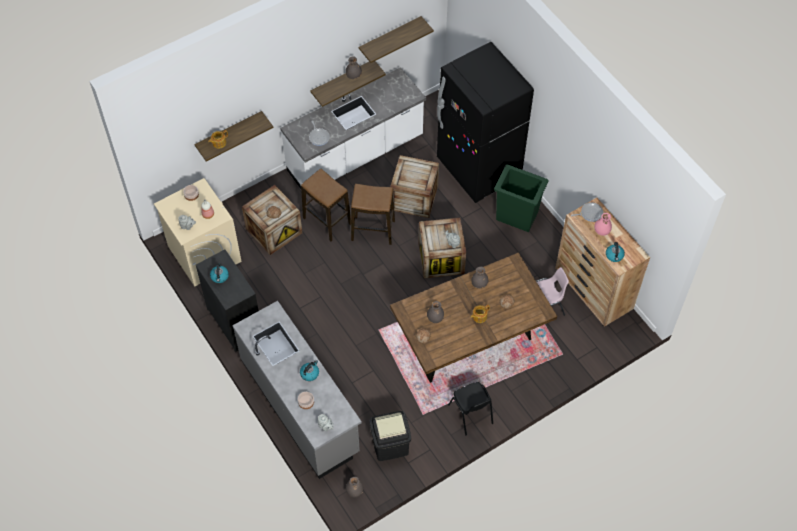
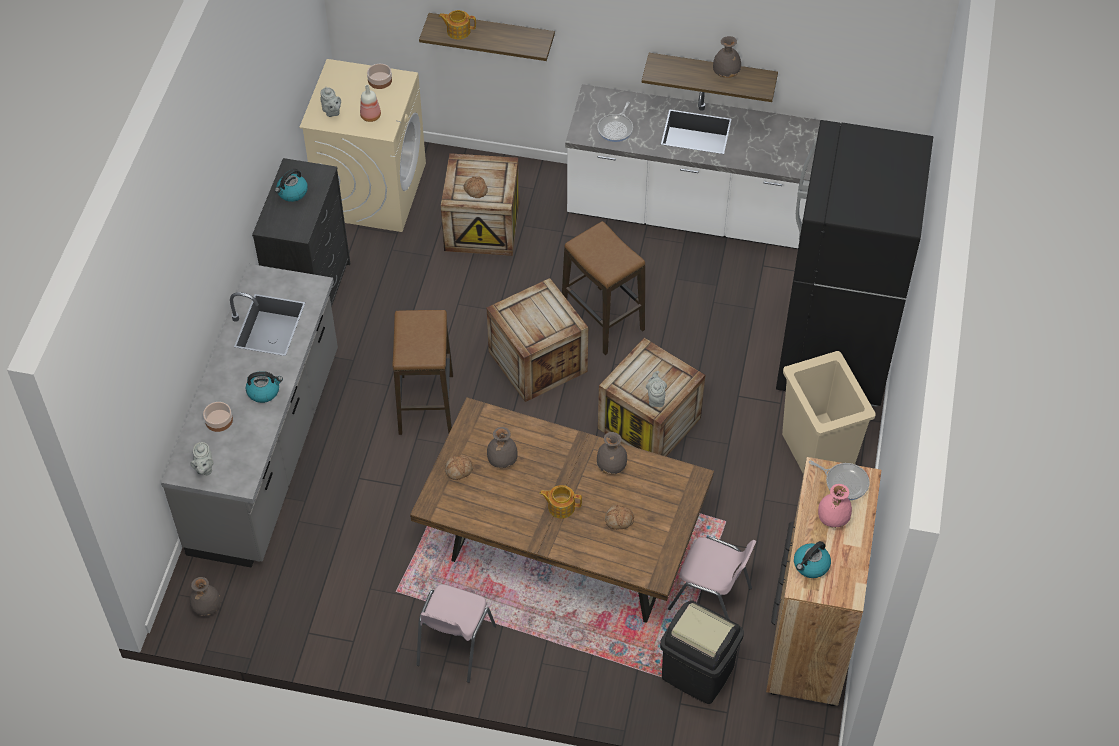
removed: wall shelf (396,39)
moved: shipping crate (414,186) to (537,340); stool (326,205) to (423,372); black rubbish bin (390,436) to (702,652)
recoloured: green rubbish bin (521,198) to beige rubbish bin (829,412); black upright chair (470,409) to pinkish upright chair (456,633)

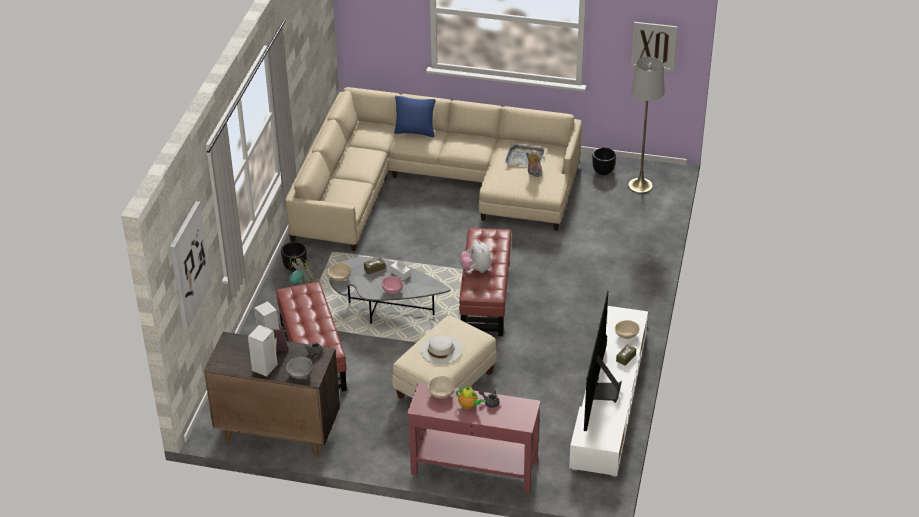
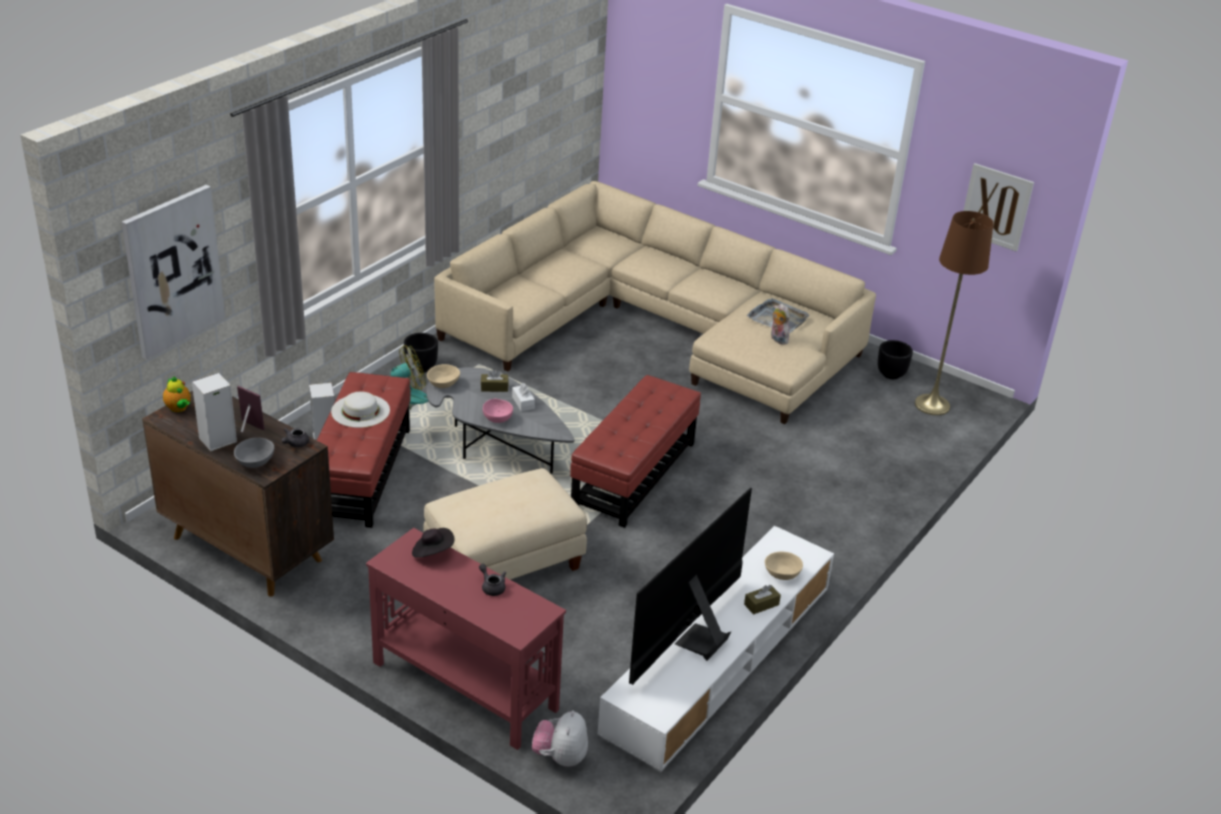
removed: bluish cushion (414,116)
moved: soft toy (476,256) to (560,738); whitish wearable hat (441,349) to (360,410); teapot (471,397) to (177,394)
replaced: beige bowl (441,387) to black wearable hat (433,543)
recoloured: grey standard lamp (646,125) to brown-coloured standard lamp (954,313)

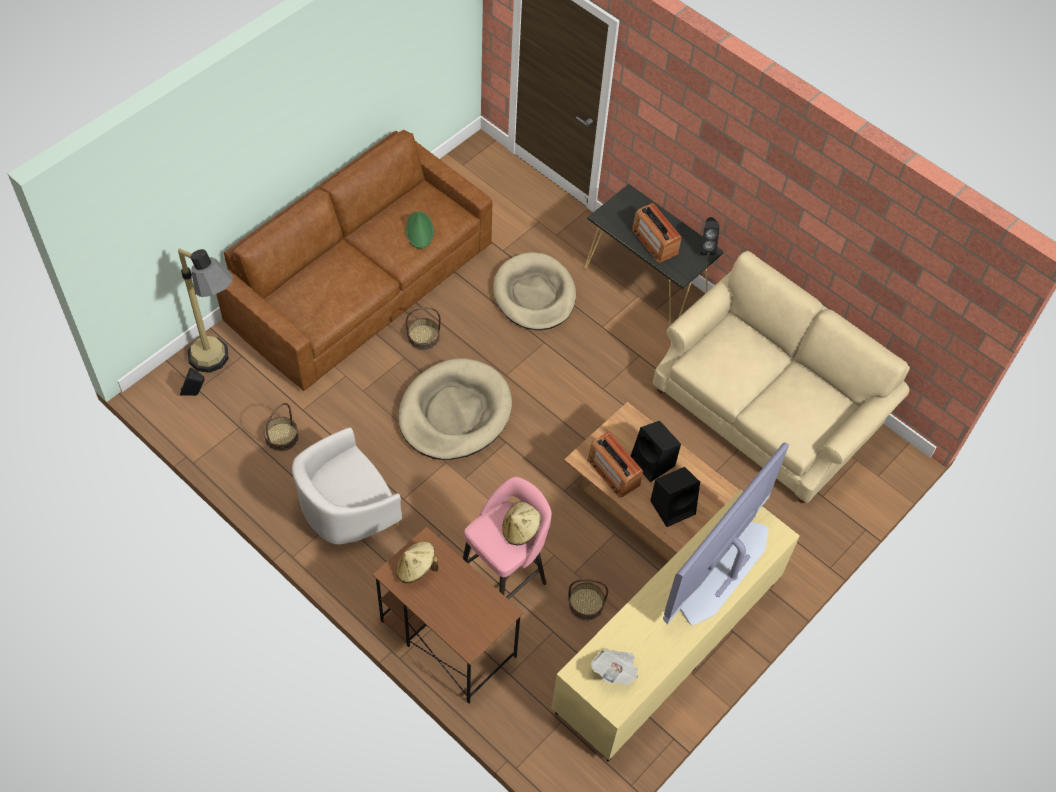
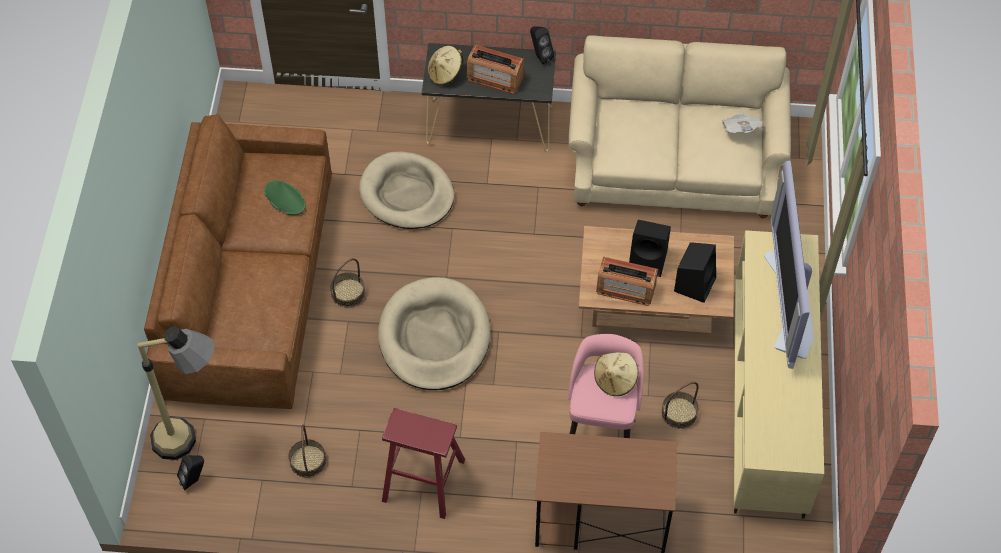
moved: beige wearable hat (417,562) to (445,65); newspaper (614,666) to (742,123)
replaced: whitish lounge chair (347,487) to red-coloured stool (423,463)

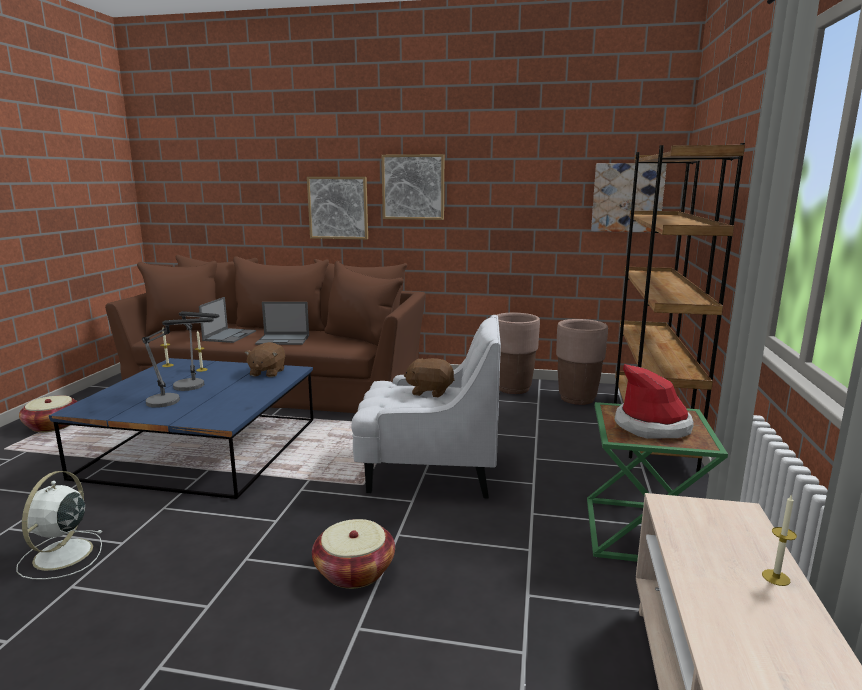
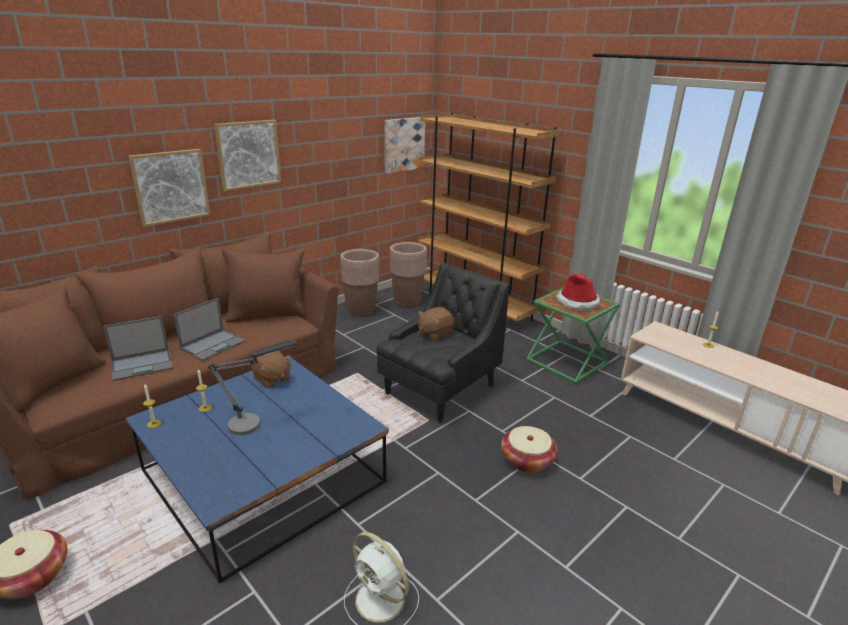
removed: tabletop lamp (178,363)
recoloured: whitish lounge chair (426,406) to black lounge chair (443,343)
turned: portable computer (227,320) = (138,348) 105 degrees clockwise

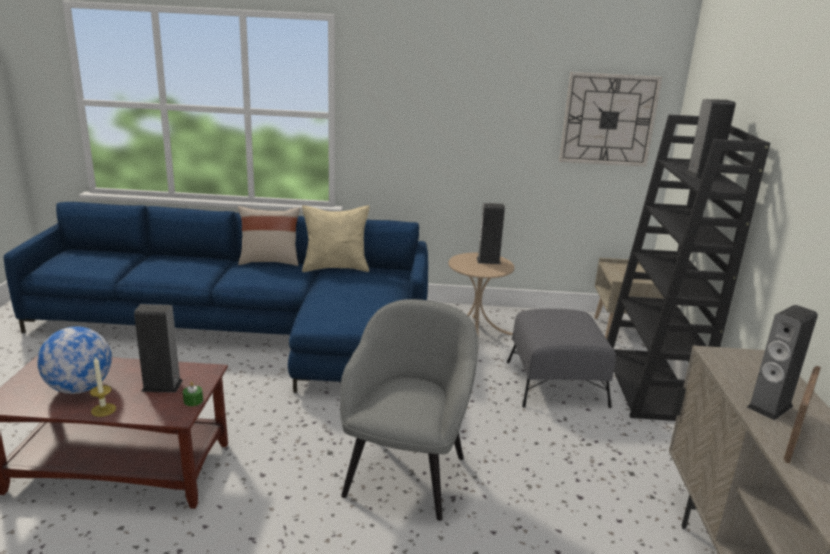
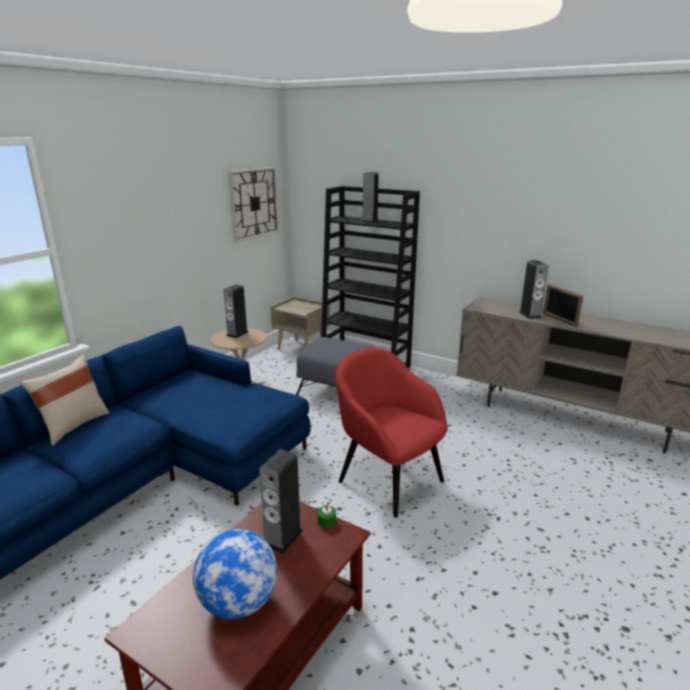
removed: beige cushion (335,238); wax candle (103,386)
recoloured: grey lounge chair (409,410) to red-coloured lounge chair (391,432)

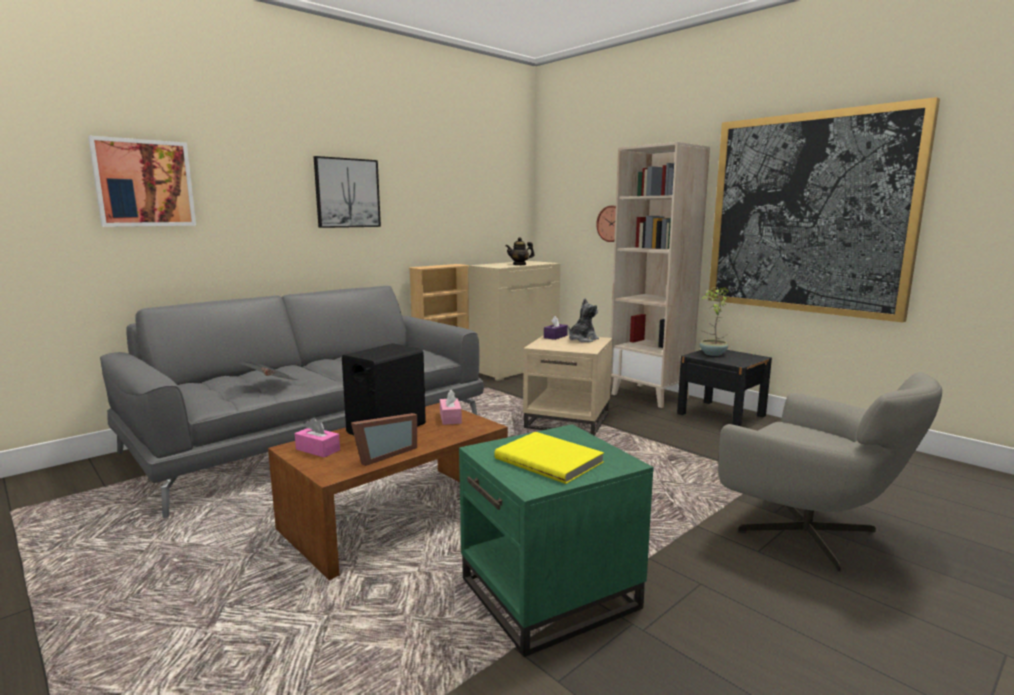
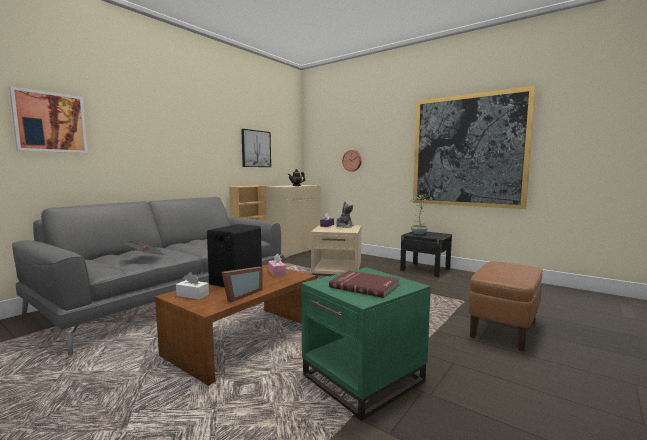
removed: beige bookshelf (660,275)
moved: picture (347,192) to (256,148)
replaced: grey lounge chair (830,472) to brown-coloured ottoman (505,306)
recoloured: pinkish box of tissues (317,437) to whitish box of tissues (192,285); yellowish book (549,458) to red-coloured book (364,284)

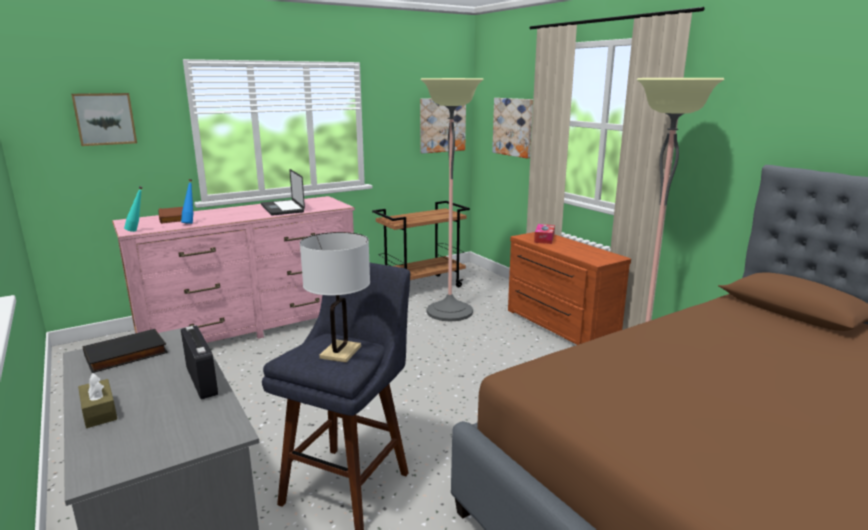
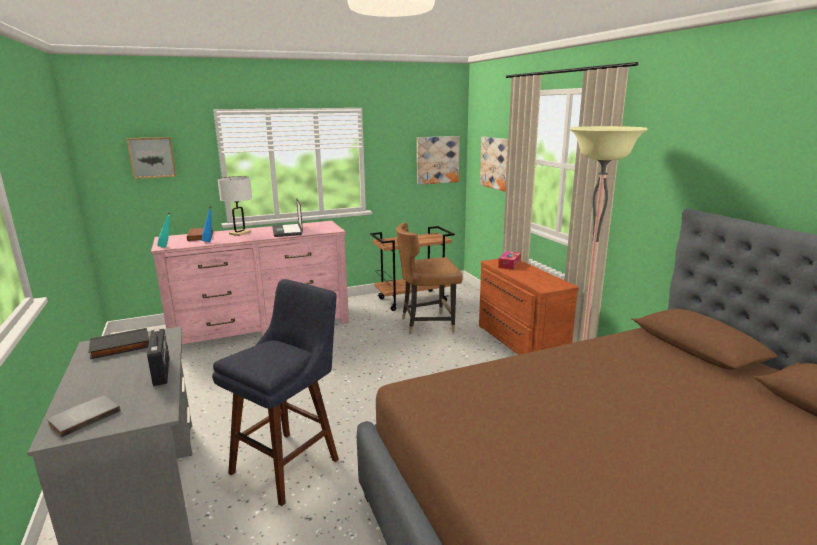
removed: brown-coloured box of tissues (97,400)
added: grey book (84,416)
moved: whitish tabletop lamp (335,297) to (235,206)
replaced: standard lamp (452,200) to brown-coloured upright chair (429,278)

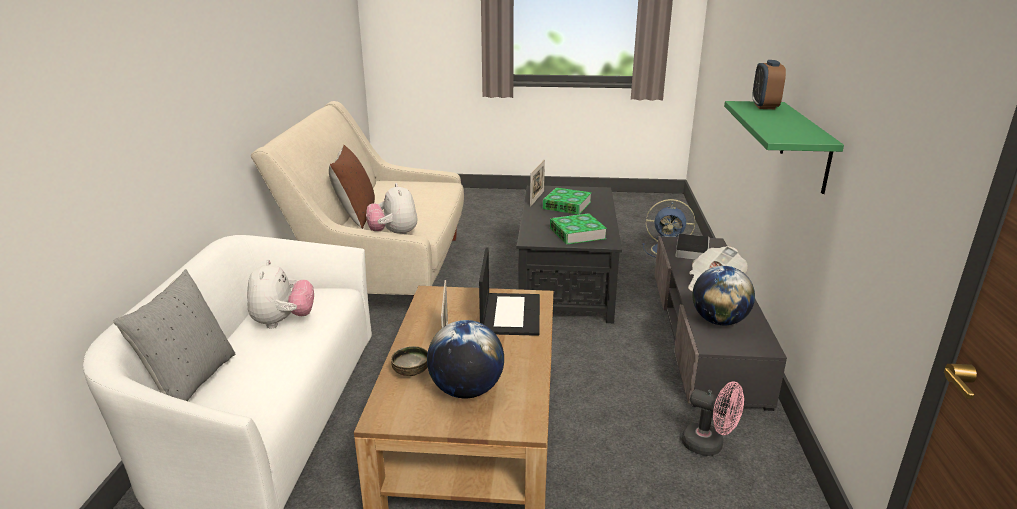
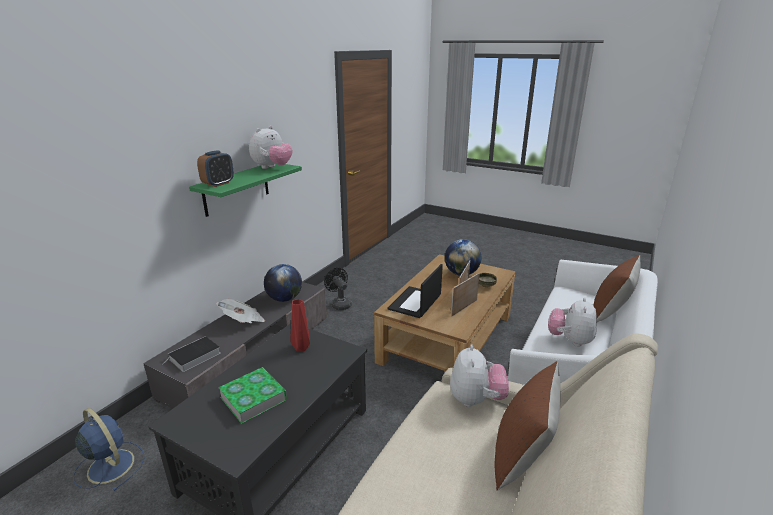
added: soft toy (271,147)
moved: photo frame (537,182) to (465,295)
replaced: book (578,228) to red-coloured decorative vase (300,325)
recoloured: grey cushion (174,335) to brown-coloured cushion (617,288); pinkish electric fan (713,418) to black electric fan (338,289)

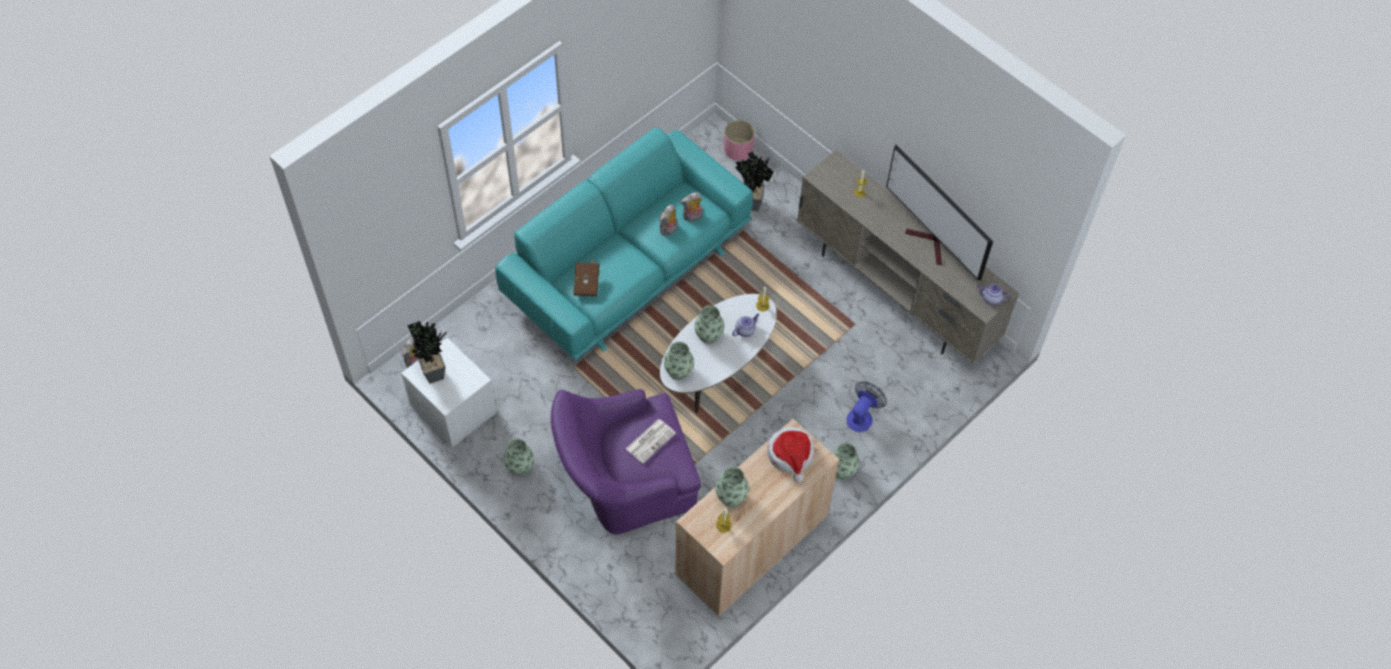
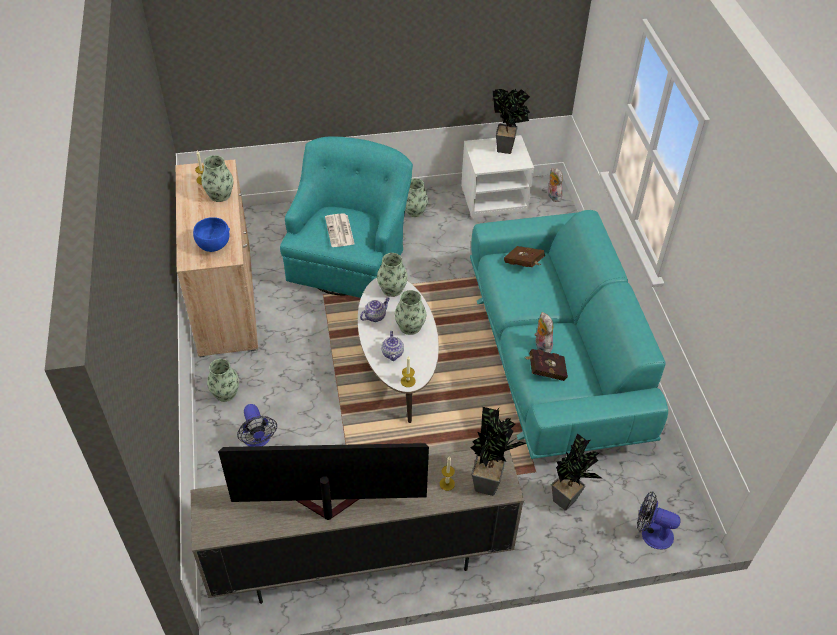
added: potted plant (498,451)
moved: teapot (994,294) to (375,310)
replaced: pinkish planter (739,140) to electric fan (659,520); soft toy (691,207) to red-coloured book (546,365); wearable hat (790,455) to bluish bowl (211,234)
recoloured: purplish lounge chair (626,461) to turquoise lounge chair (346,217)

